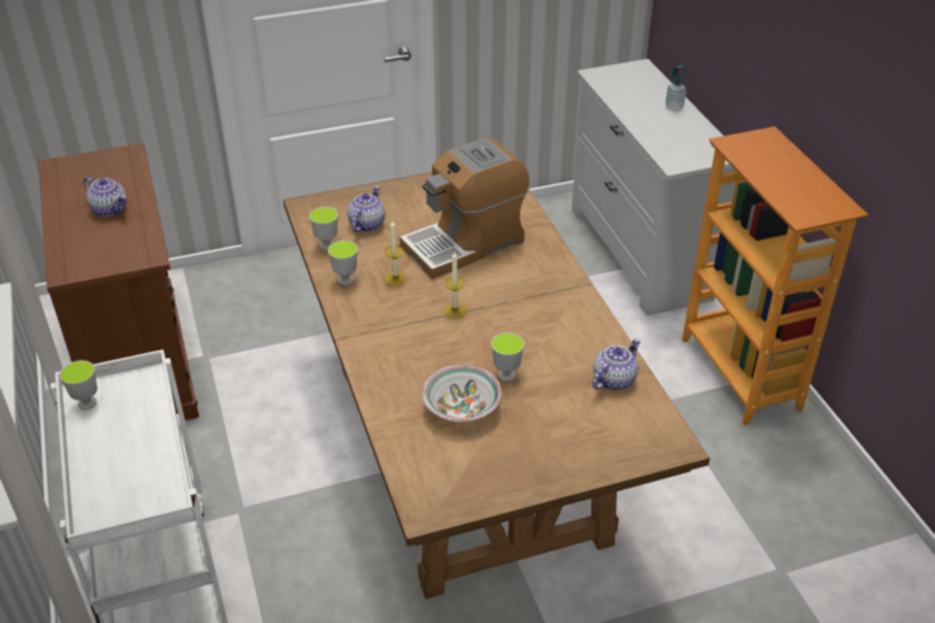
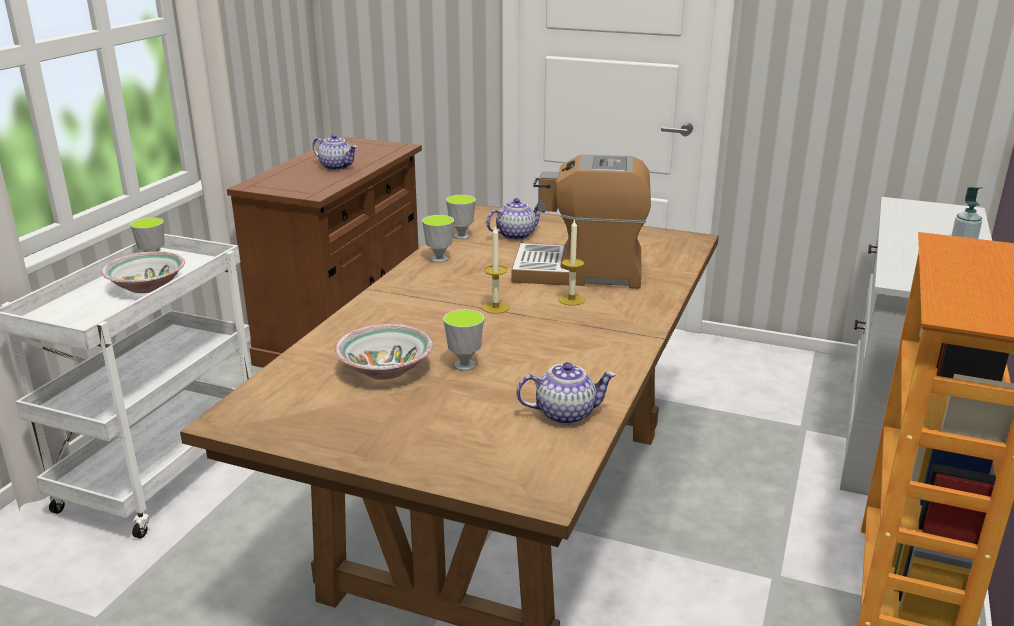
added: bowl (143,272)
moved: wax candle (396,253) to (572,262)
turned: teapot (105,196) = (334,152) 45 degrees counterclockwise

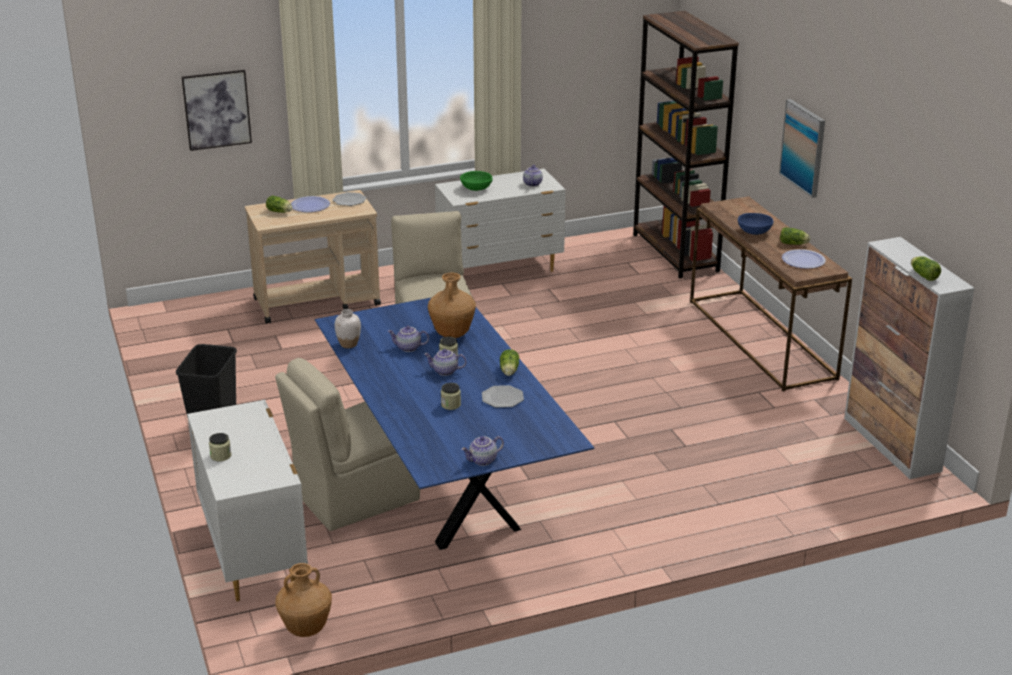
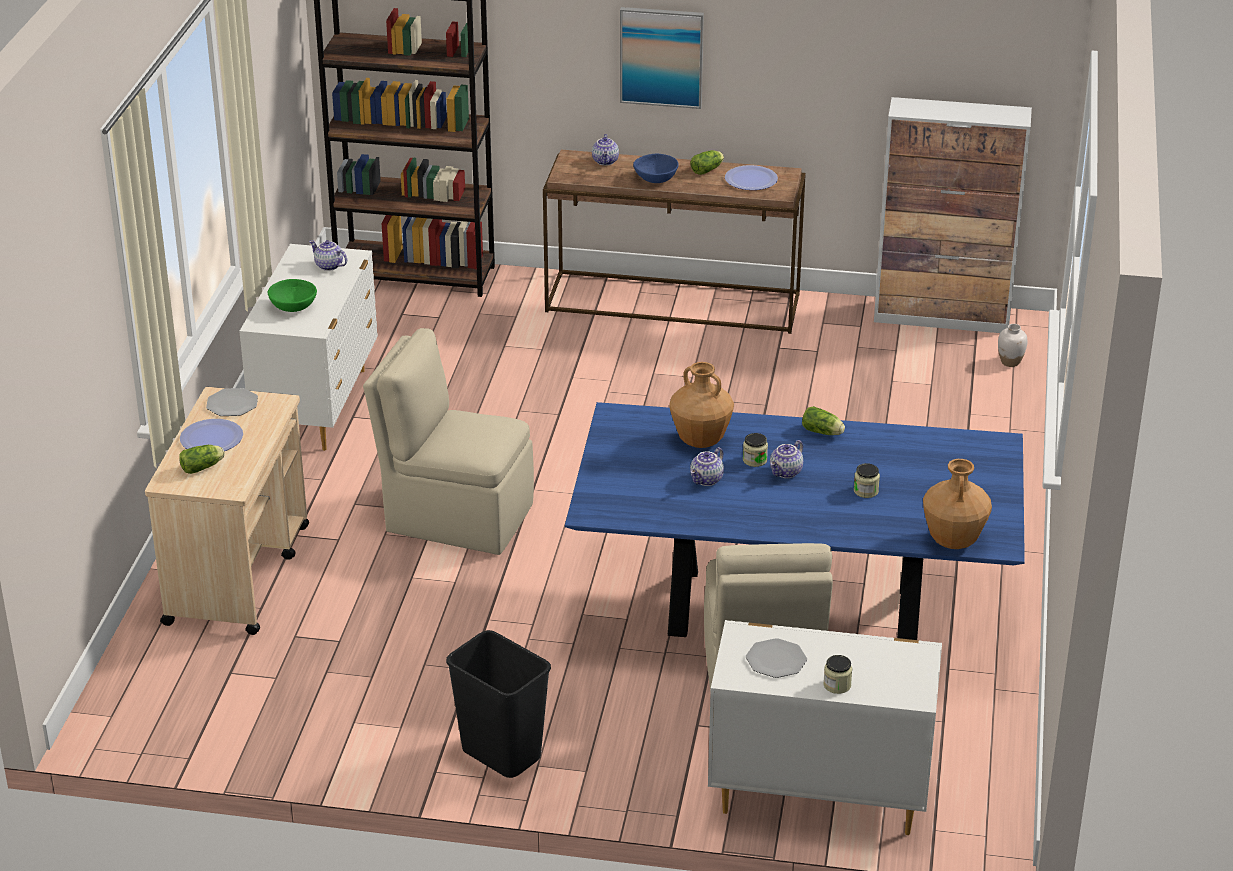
removed: picture (217,110); lettuce head (926,268)
moved: whitish decorative vase (348,328) to (1013,345); dinner plate (503,396) to (776,658); teapot (482,451) to (605,150); brown-coloured decorative vase (303,600) to (957,504)

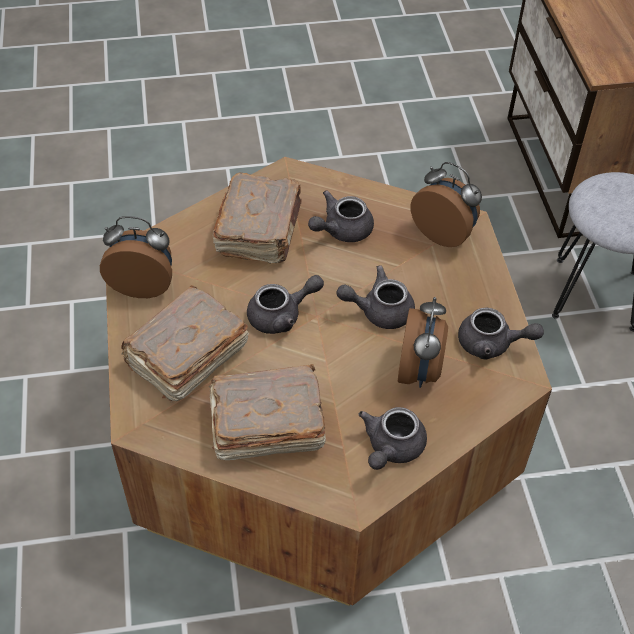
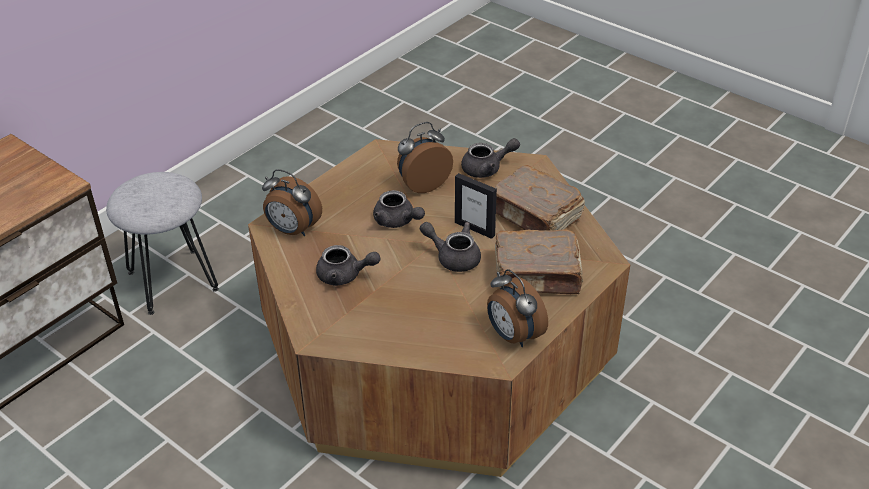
removed: brown-coloured book (257,218); grey teapot (501,333)
added: photo frame (476,206)
turned: alarm clock (446,204) = (292,202) 60 degrees counterclockwise

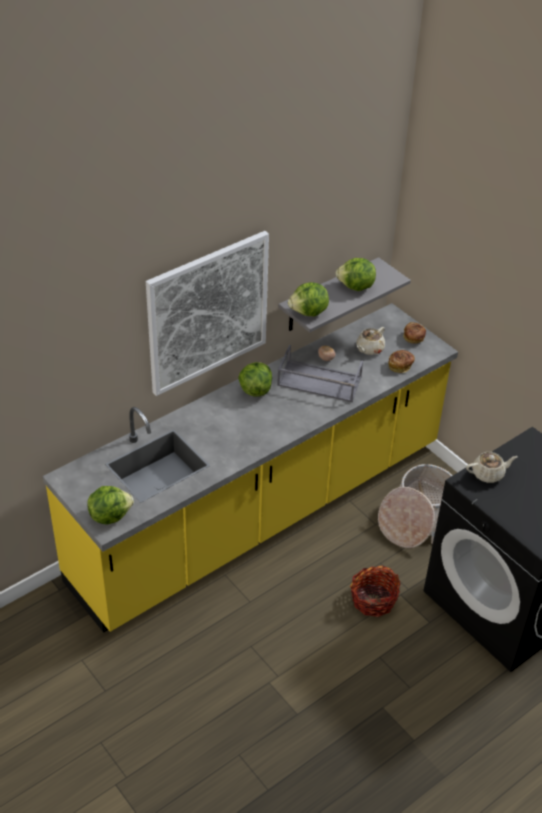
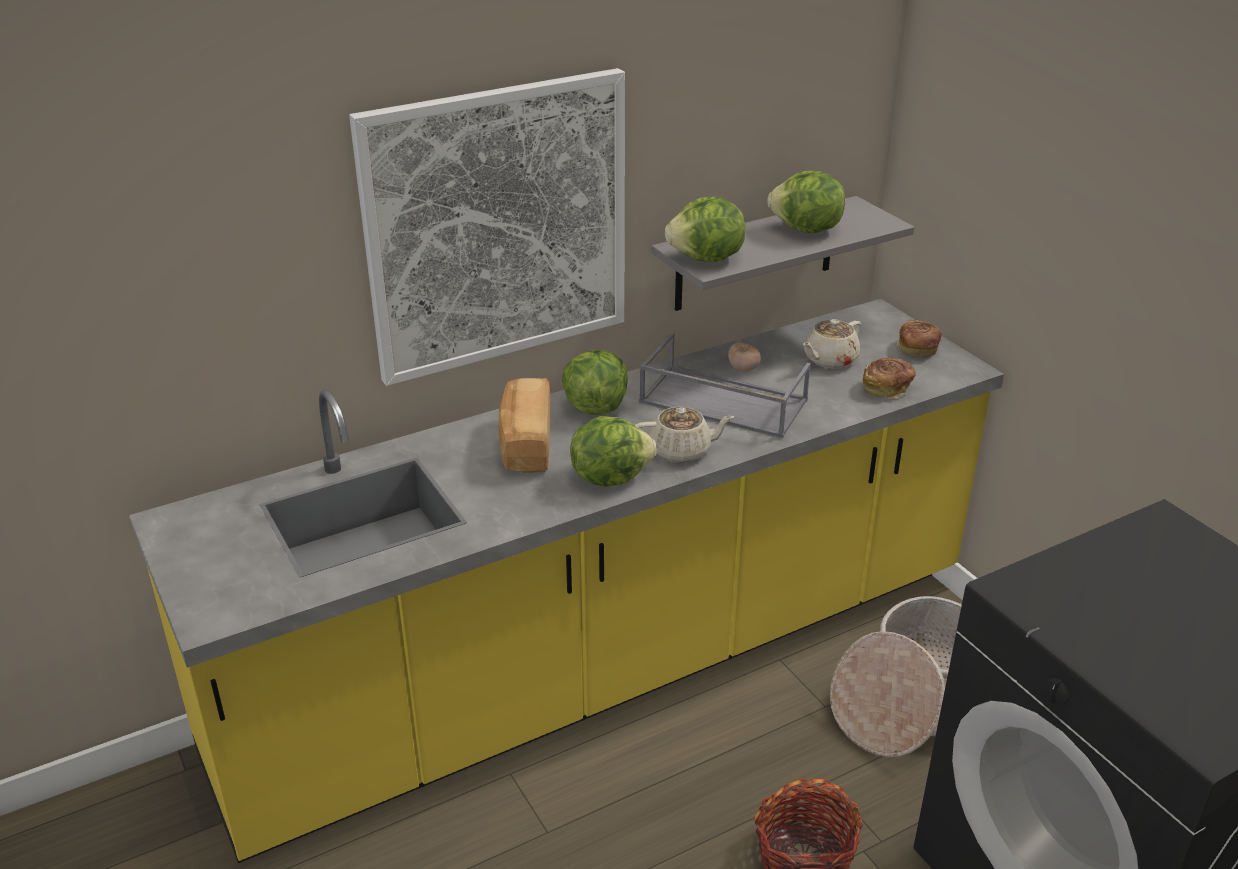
added: baked bread (524,425)
moved: beige teapot (492,467) to (684,434); lettuce head (110,505) to (613,451)

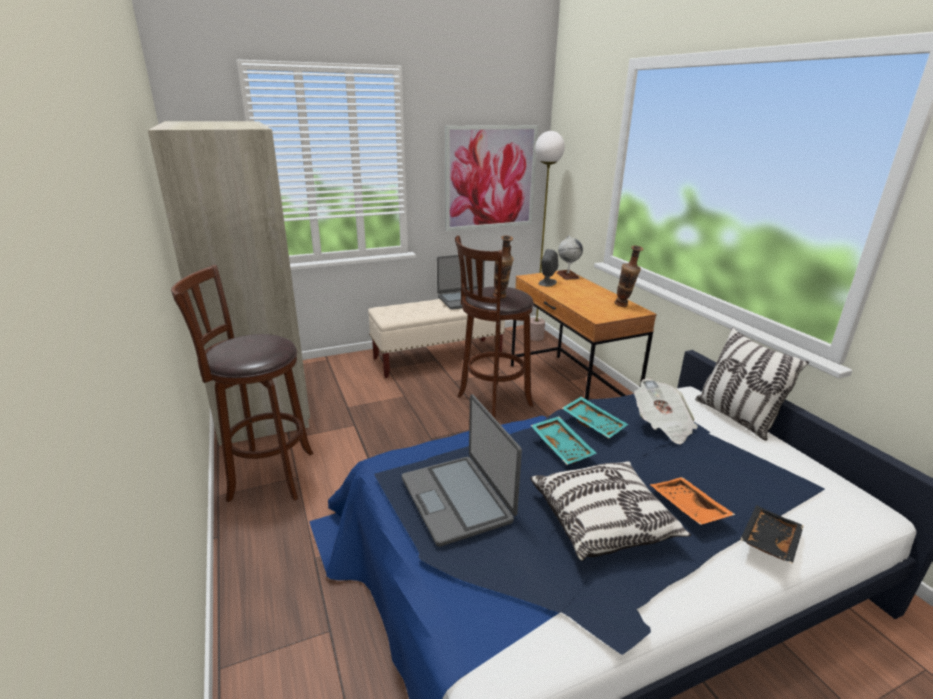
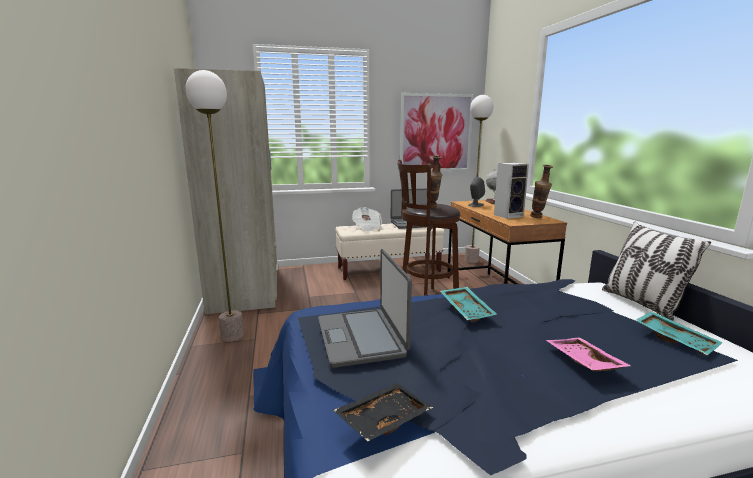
removed: cushion (611,511)
added: loudspeaker (511,191)
moved: newspaper (666,411) to (367,219); turquoise serving tray (595,417) to (679,333); black serving tray (772,534) to (383,412)
replaced: brown-coloured stool (242,383) to standard lamp (214,206)
recoloured: orangey serving tray (692,501) to pinkish serving tray (588,354)

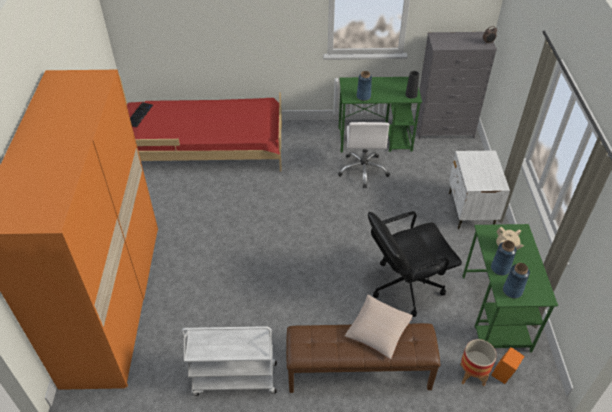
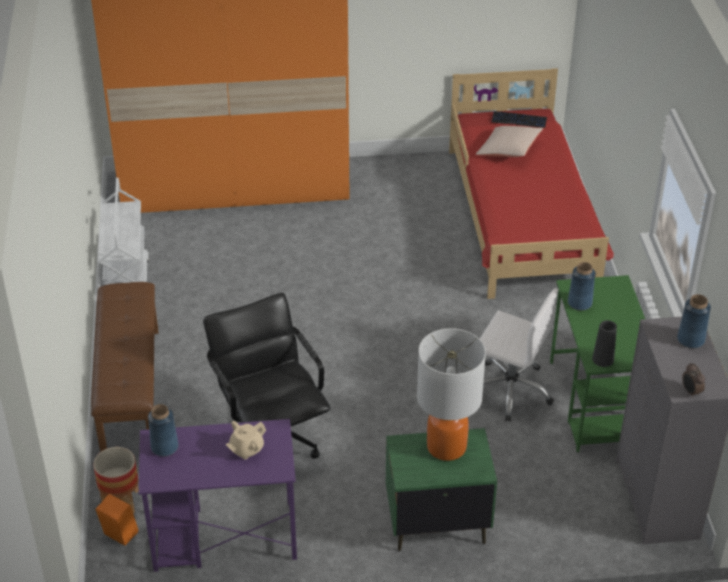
added: tabletop lamp (451,394)
moved: bluish decorative vase (504,258) to (694,321); beige cushion (379,326) to (509,141)
recoloured: whitish nightstand (479,190) to green nightstand (441,490); green desk unit (510,288) to purplish desk unit (218,495)
turned: whitish desk chair (364,155) = (519,355) 150 degrees counterclockwise

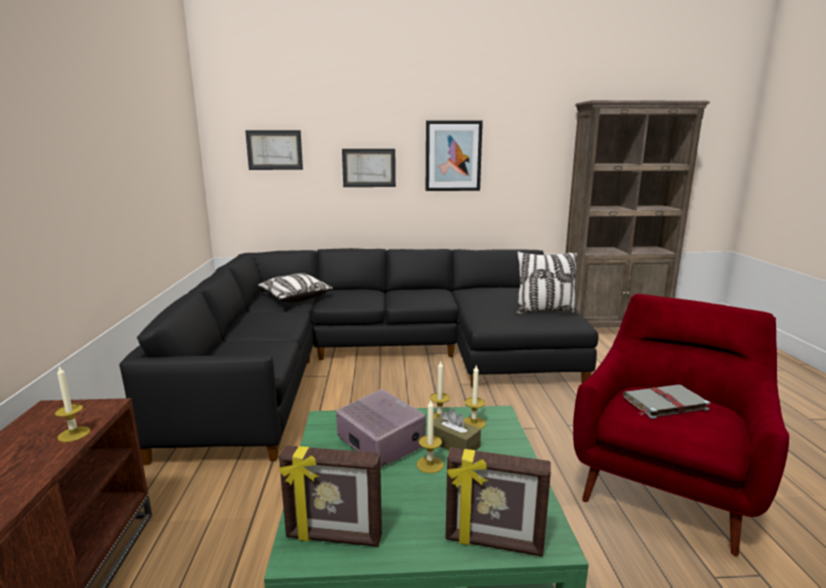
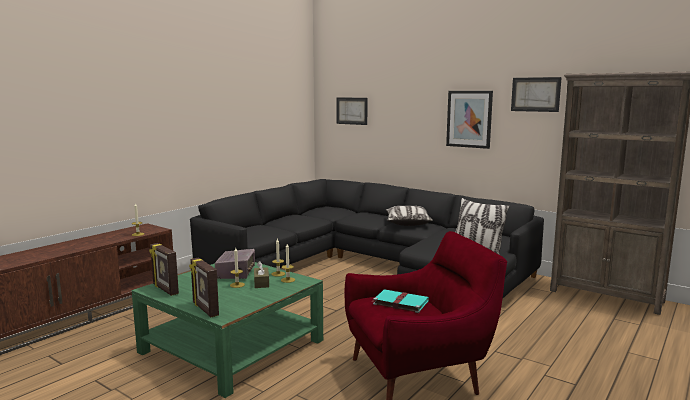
moved: picture (369,168) to (536,94); cushion (295,287) to (409,216)
recoloured: grey book (666,401) to turquoise book (400,301)

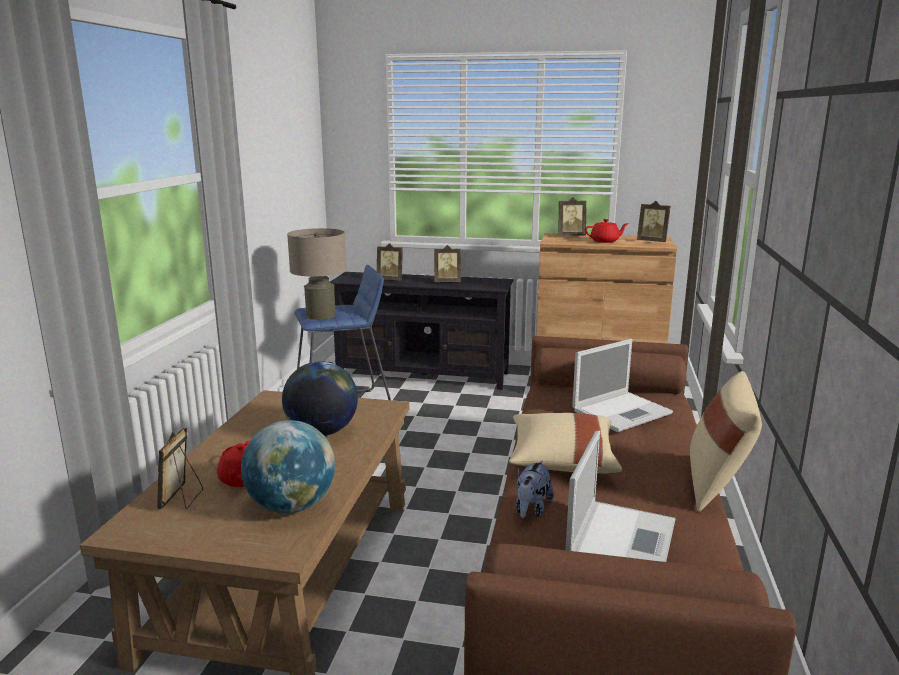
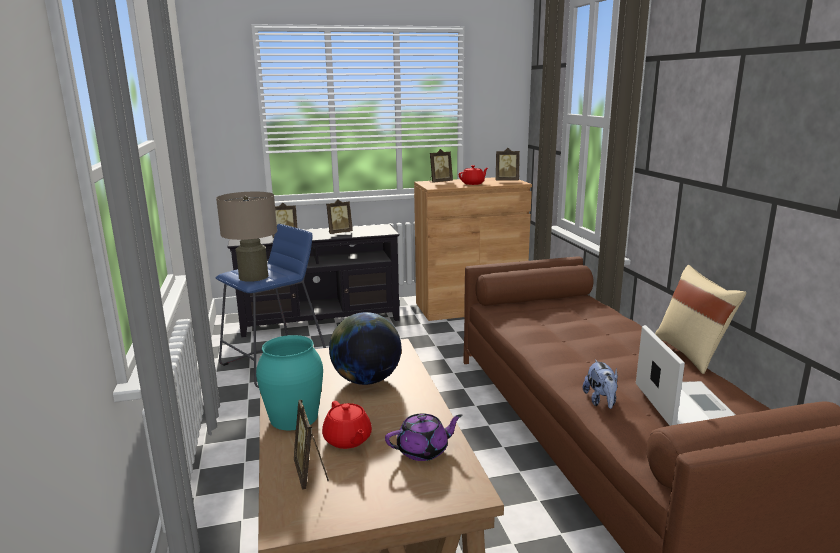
removed: portable computer (622,385); beige cushion (565,443)
added: turquoise decorative vase (289,382)
replaced: globe (288,466) to purplish teapot (424,437)

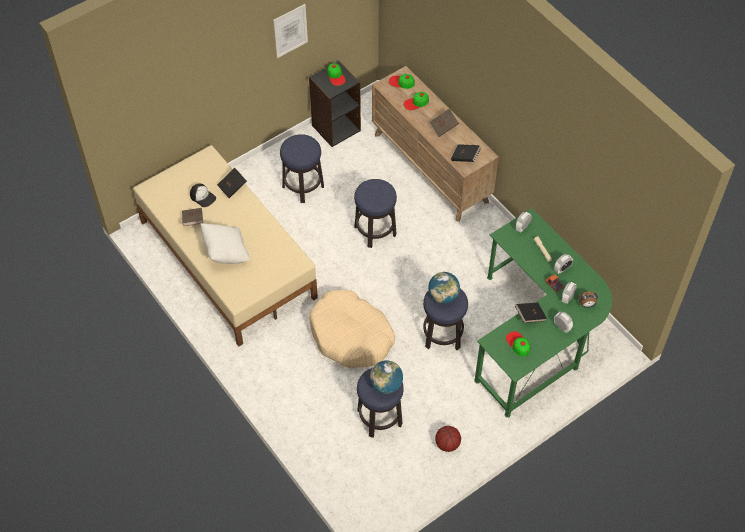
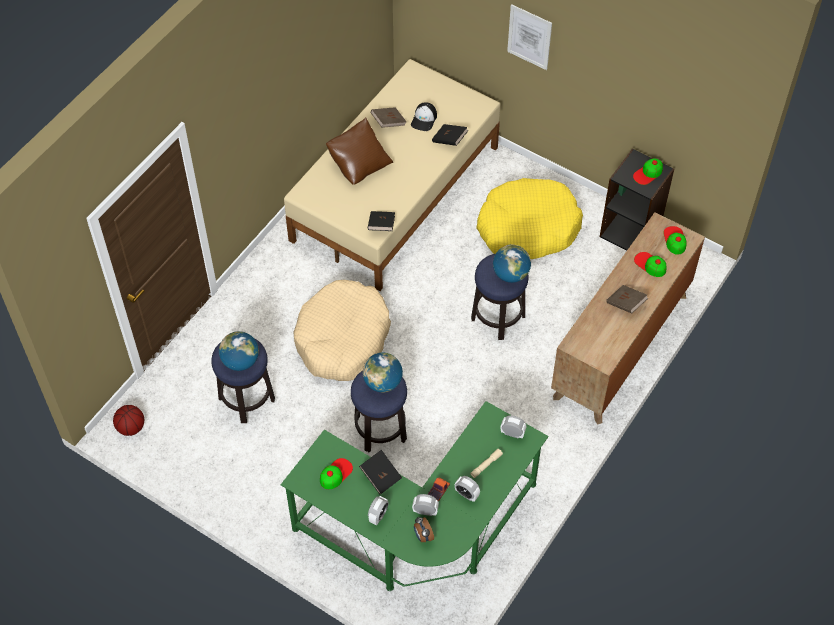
added: globe (512,264)
moved: picture (290,31) to (529,37); black book (466,153) to (381,221); basketball ball (448,439) to (128,420)
replaced: stool (302,168) to yellowish dog cushion (529,218)
recoloured: whitish cushion (225,243) to brown-coloured cushion (359,151)

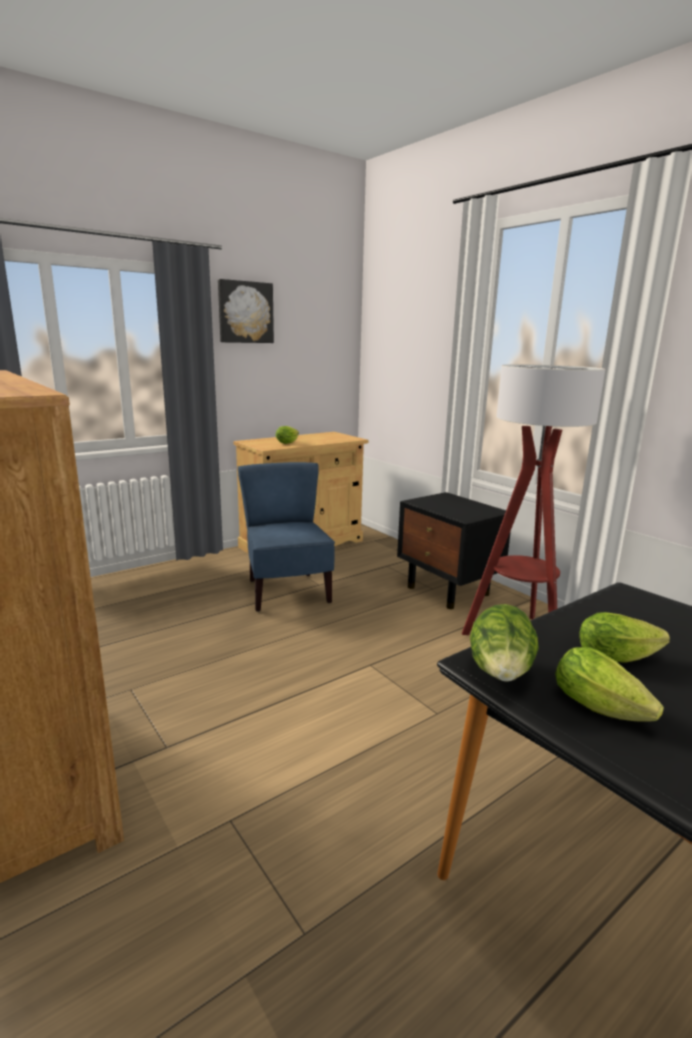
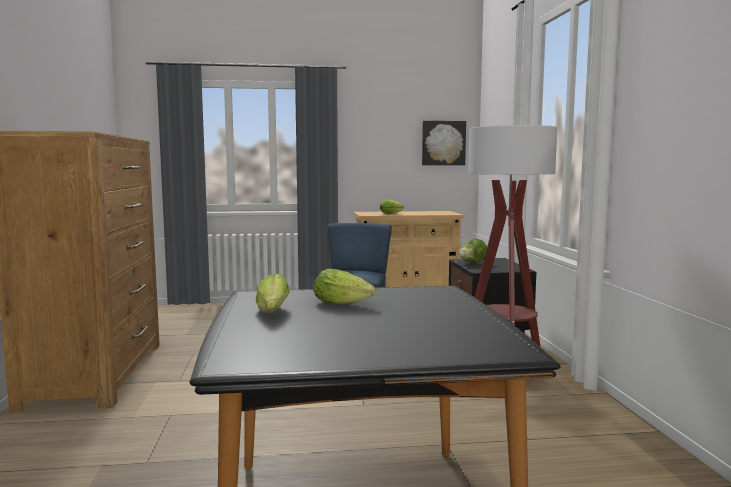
moved: picture (246,311) to (444,143); lettuce head (504,643) to (473,251)

